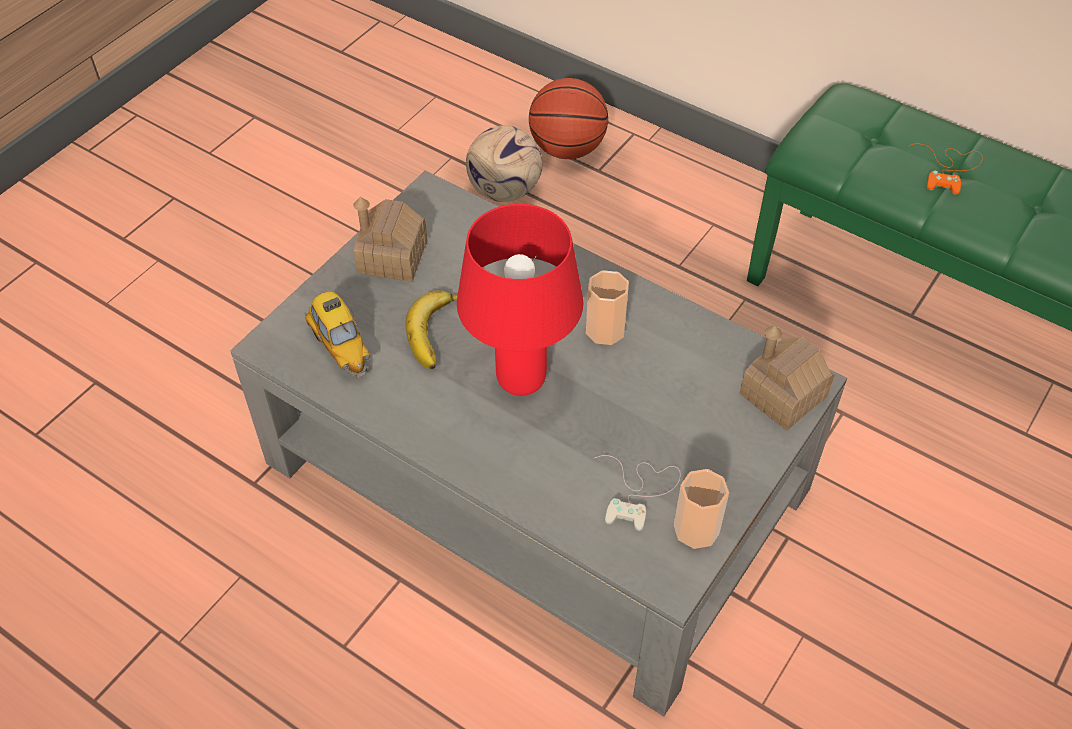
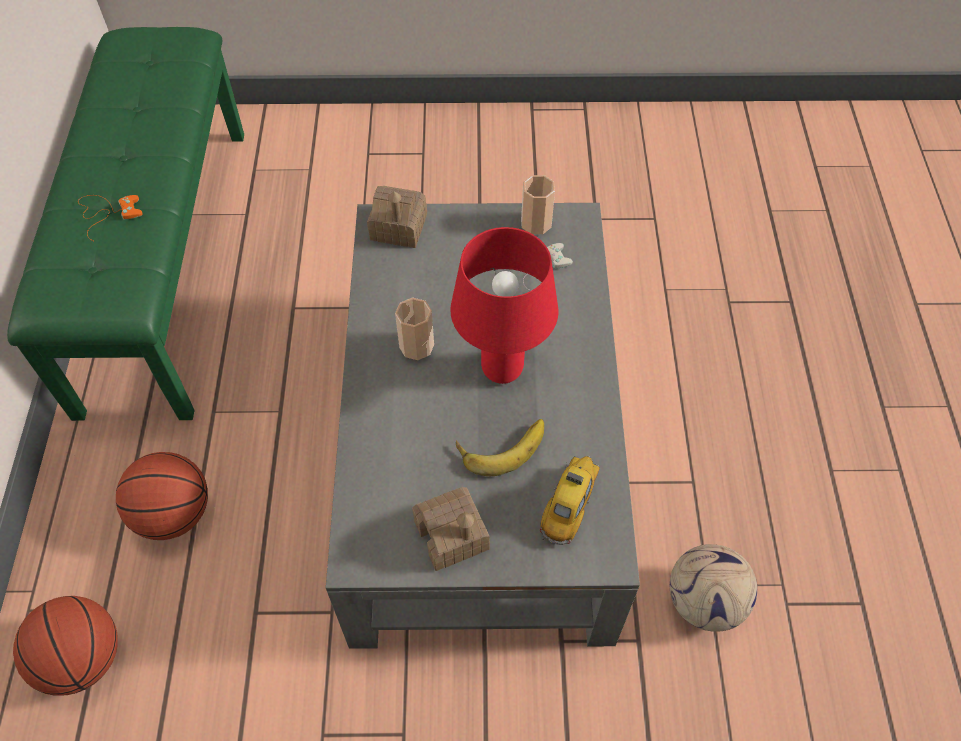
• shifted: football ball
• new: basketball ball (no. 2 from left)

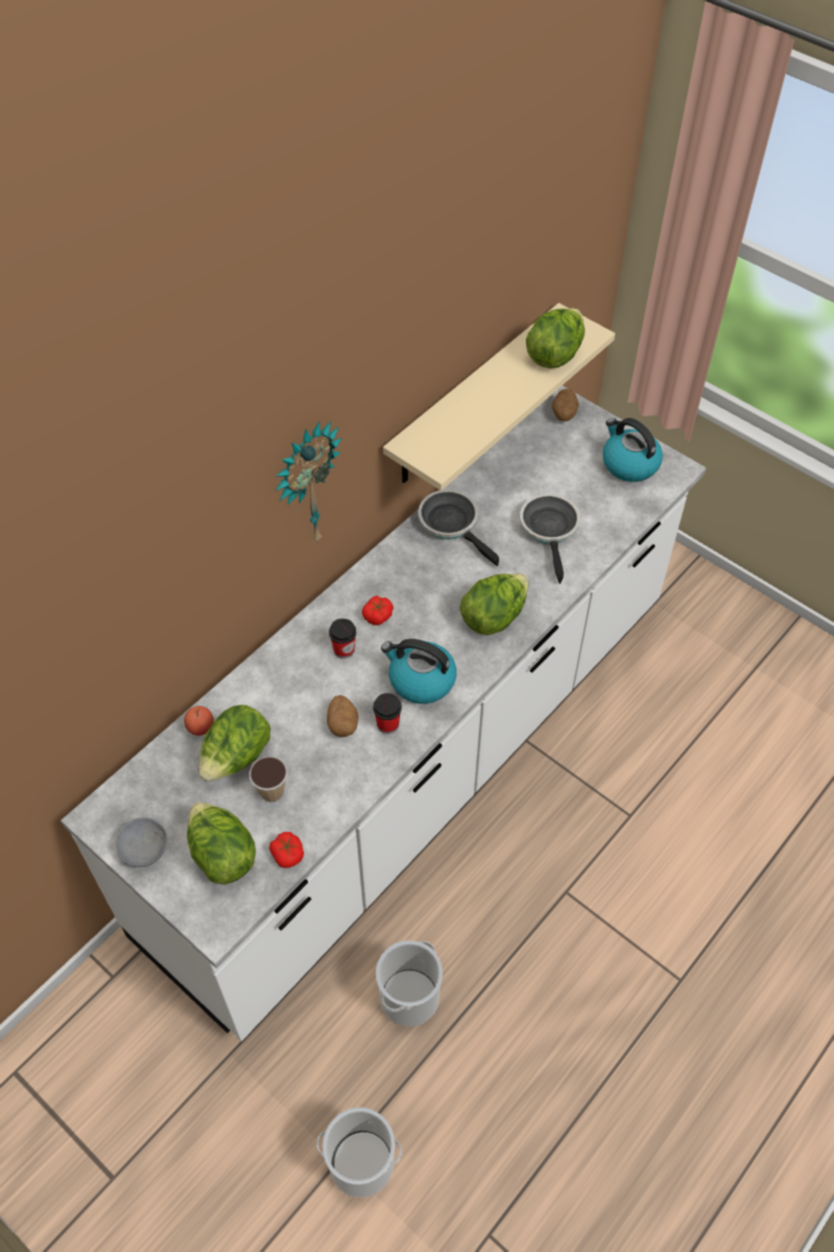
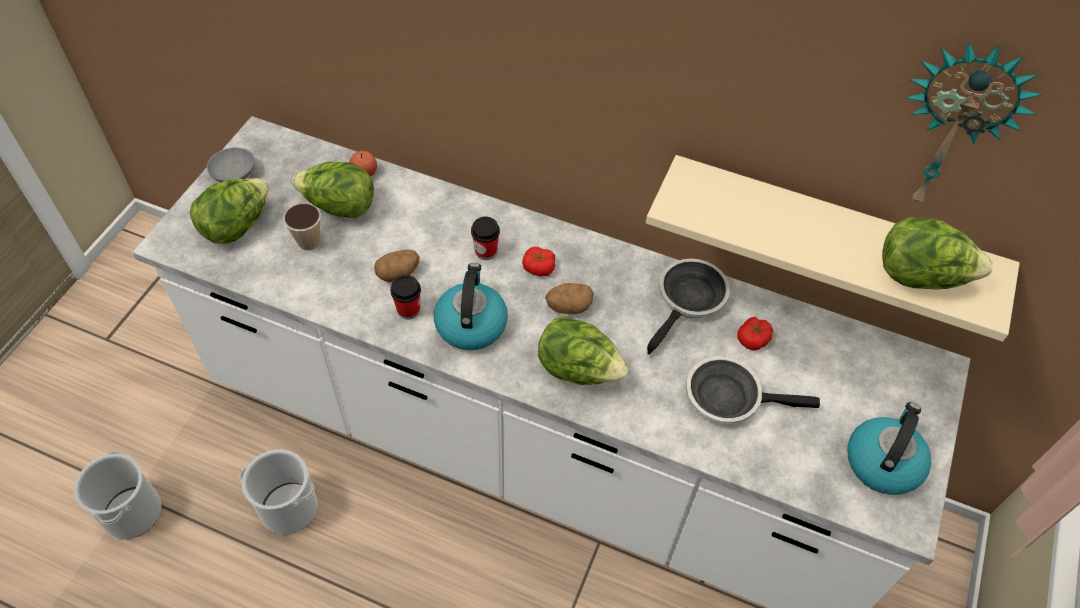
• shifted: spud (no. 2 from left)
• shifted: clock on the wall
• rotated: pan (no. 2 from left) 150 degrees counterclockwise
• shifted: fresh tomato (no. 1 from left in the first image) to fresh tomato (no. 2 from left)

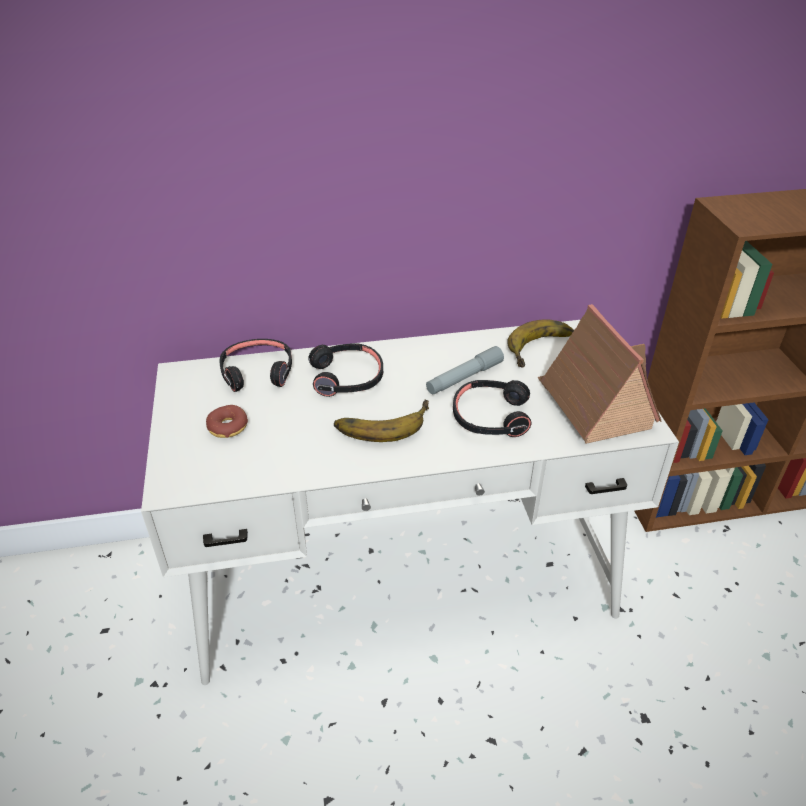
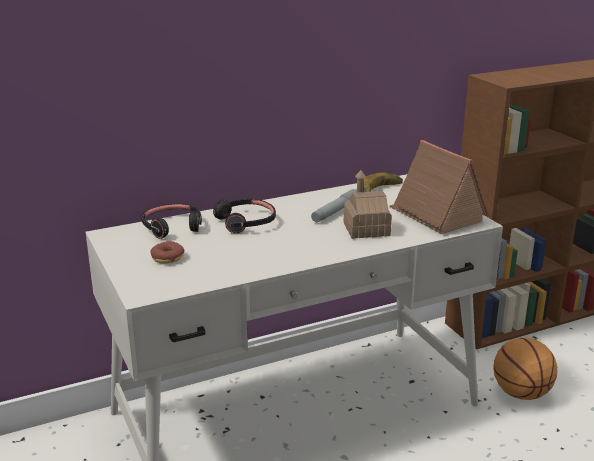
• swapped: blackish headset (no. 3 from left) to miniature house (no. 1 from left)
• gone: whole banana (no. 1 from left)
• new: basketball ball

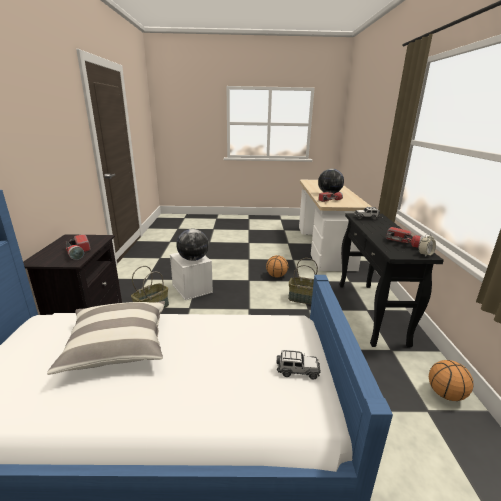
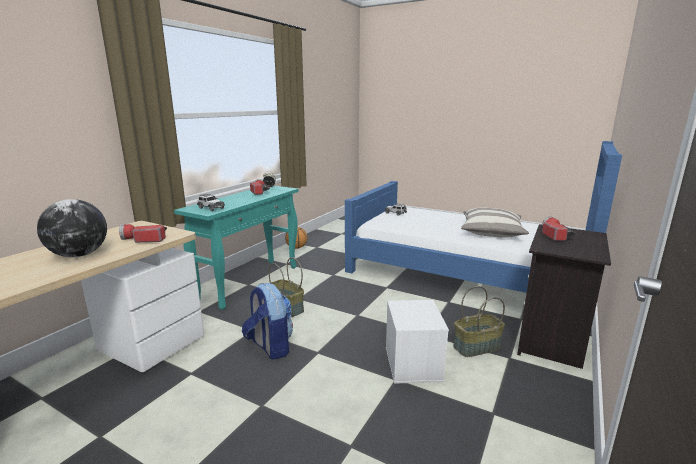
• repainted: blackish hall table to blue-green hall table
• gone: world globe (no. 1 from left)
• swapped: basketball ball (no. 1 from left) to knapsack

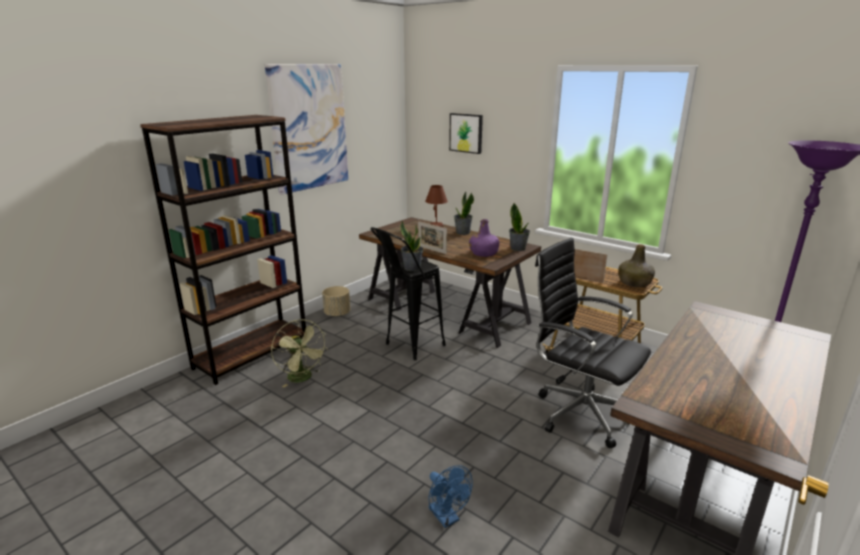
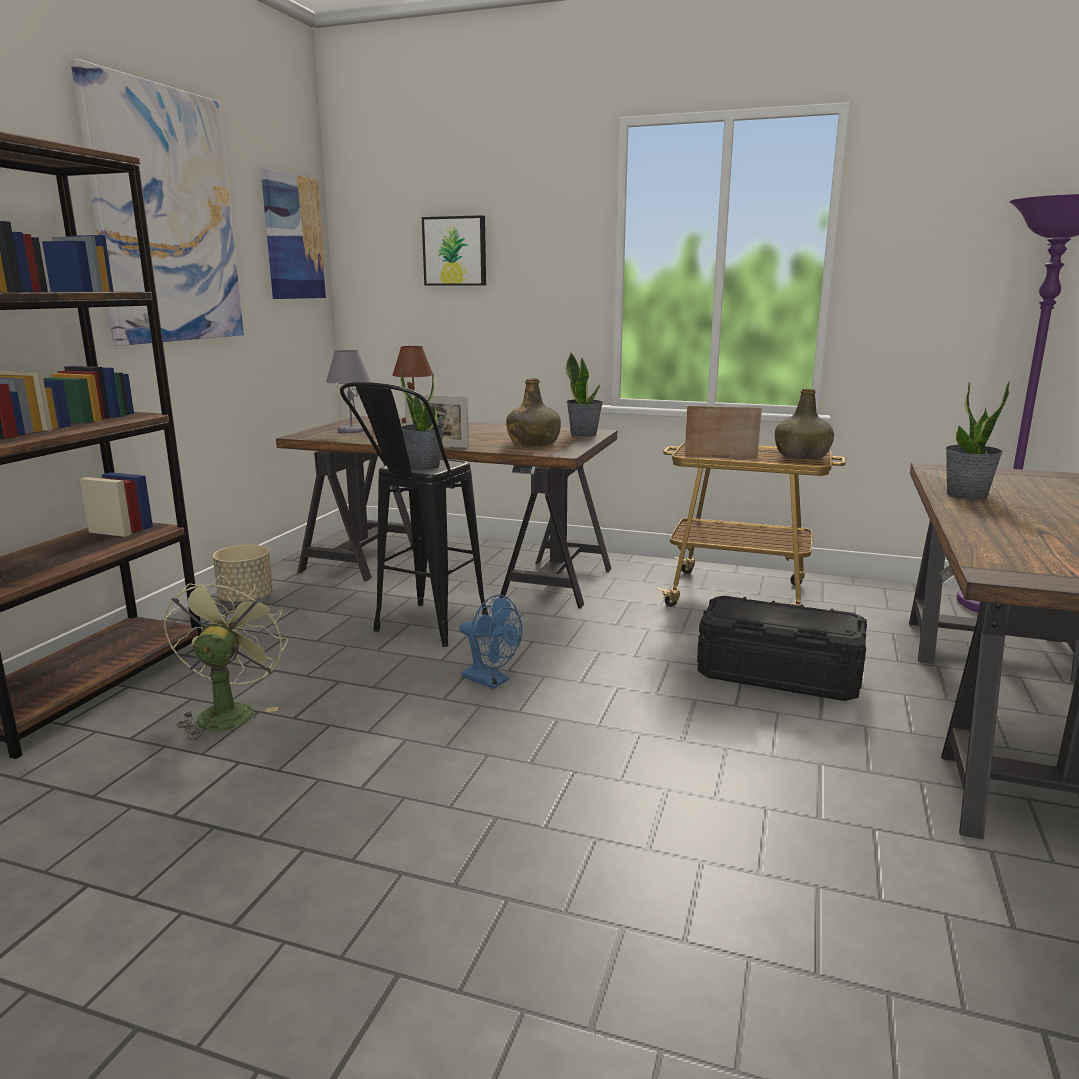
• shifted: houseplant (no. 2 from left in the first image) to houseplant (no. 3 from left)
• repainted: purple-coloured bottle to greenish bottle (no. 1 from left)
• swapped: blackish office chair to blackish storage bin
• rotated: greenish electric fan 120 degrees counterclockwise
• shifted: blue electric fan
• new: wall art (no. 2 from left)
• new: greyish tabletop lamp

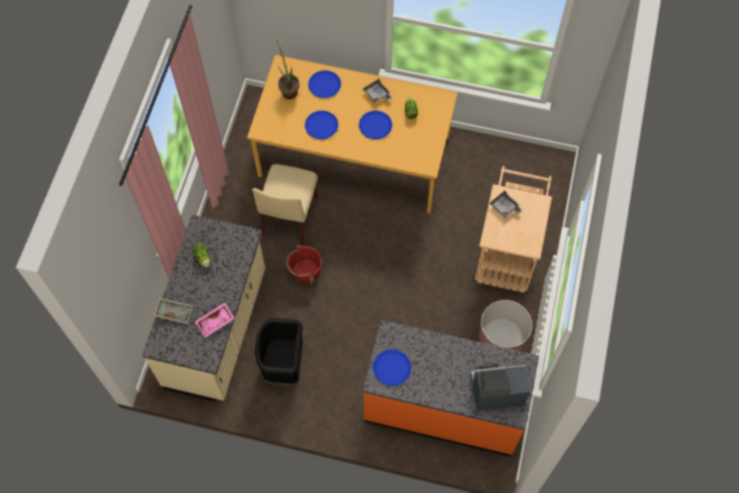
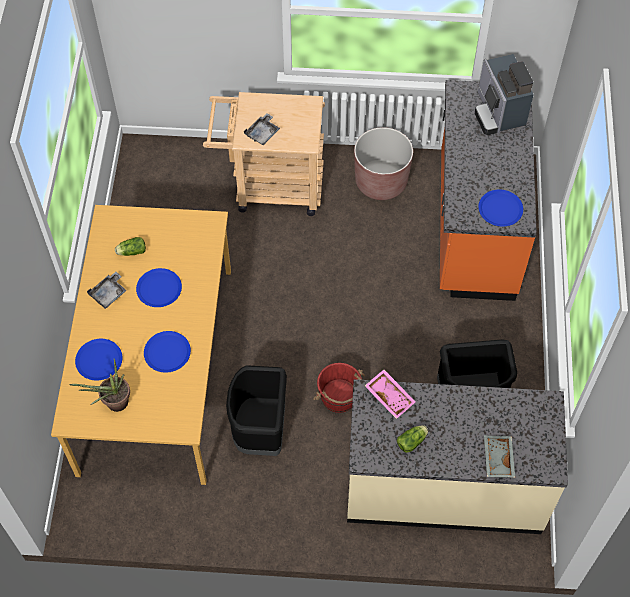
• swapped: beige-coloured upright chair to blackish waste bin (no. 1 from left)
• shifted: pink-coloured tray

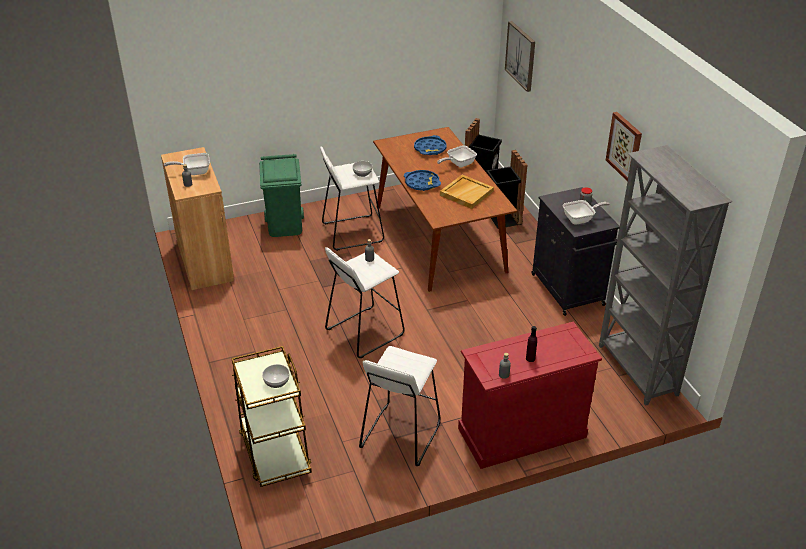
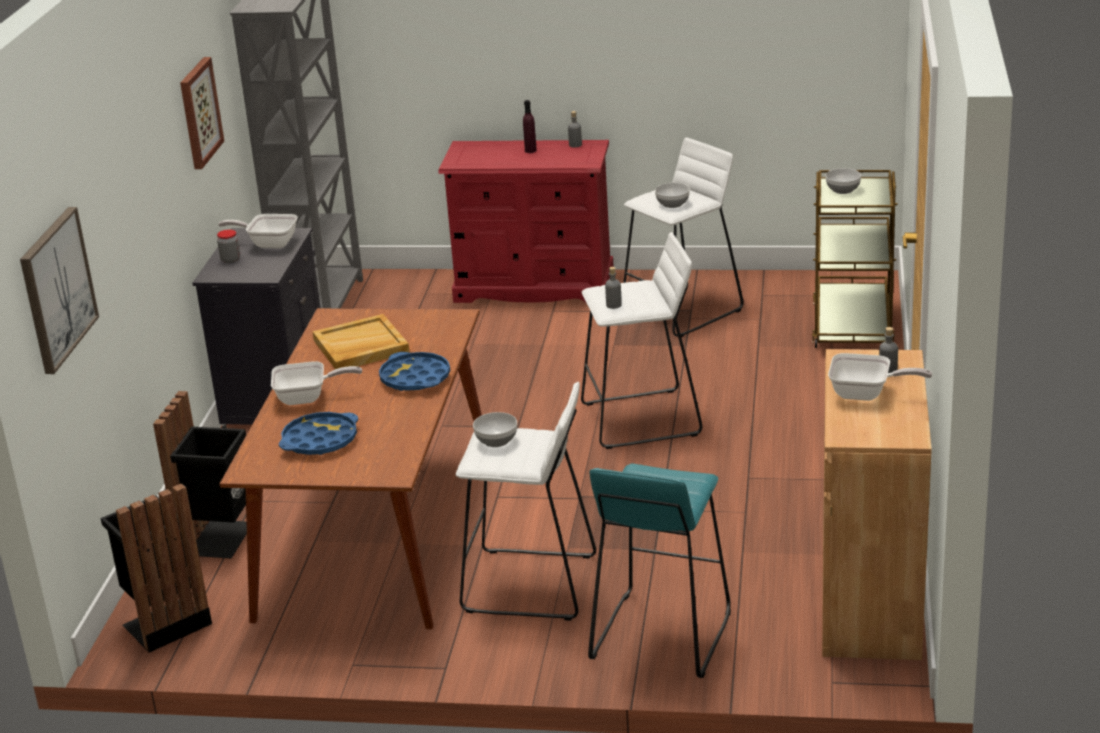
• swapped: greenish waste bin to blue-green sitting stool
• new: bowl (no. 2 from left)

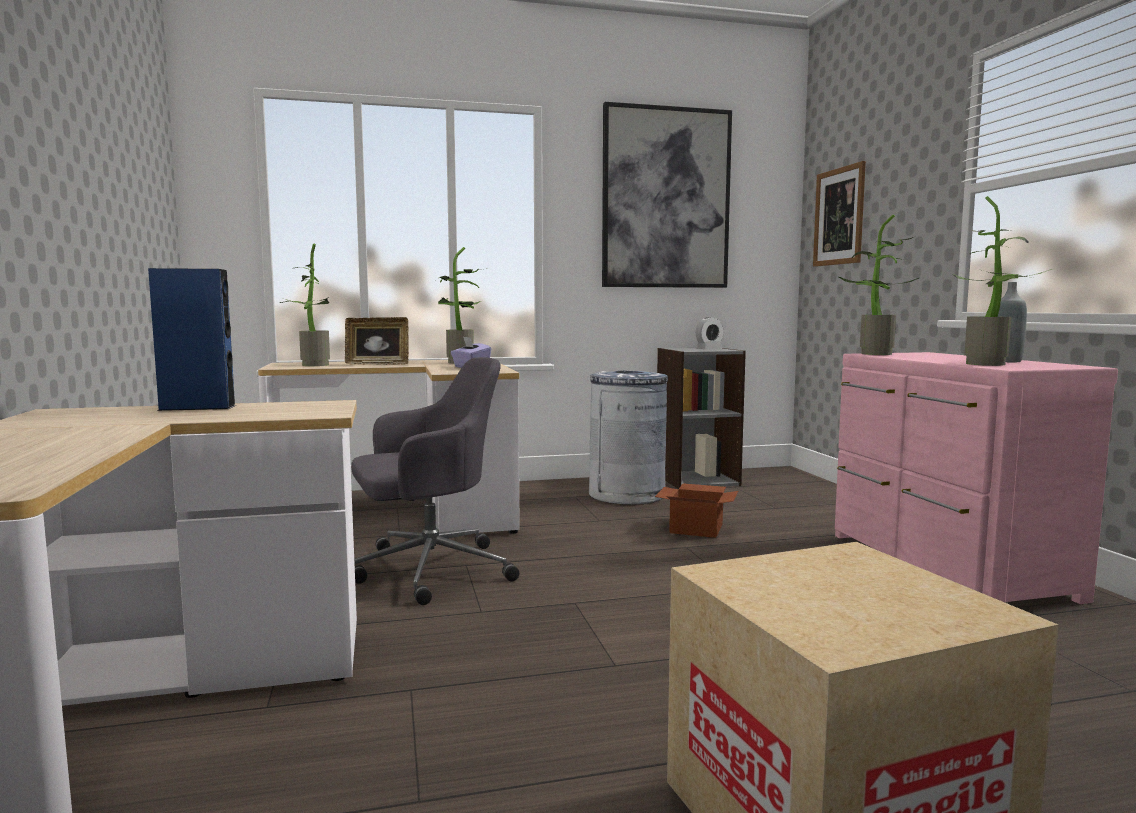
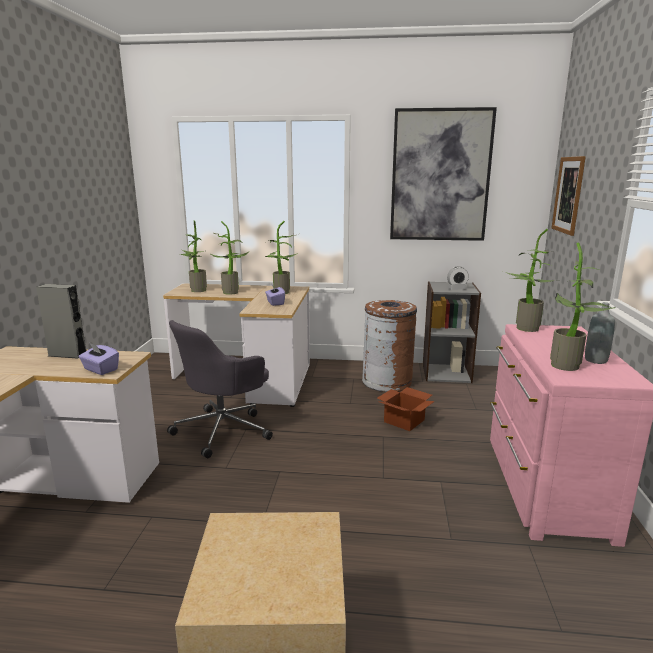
• repainted: blue speaker to greyish speaker
• swapped: standing frame to houseplant (no. 2 from left)
• rotated: greyish office chair 135 degrees clockwise
• repainted: greyish waste bin to brown waste bin
• new: purple-coloured tissue holder (no. 1 from left)

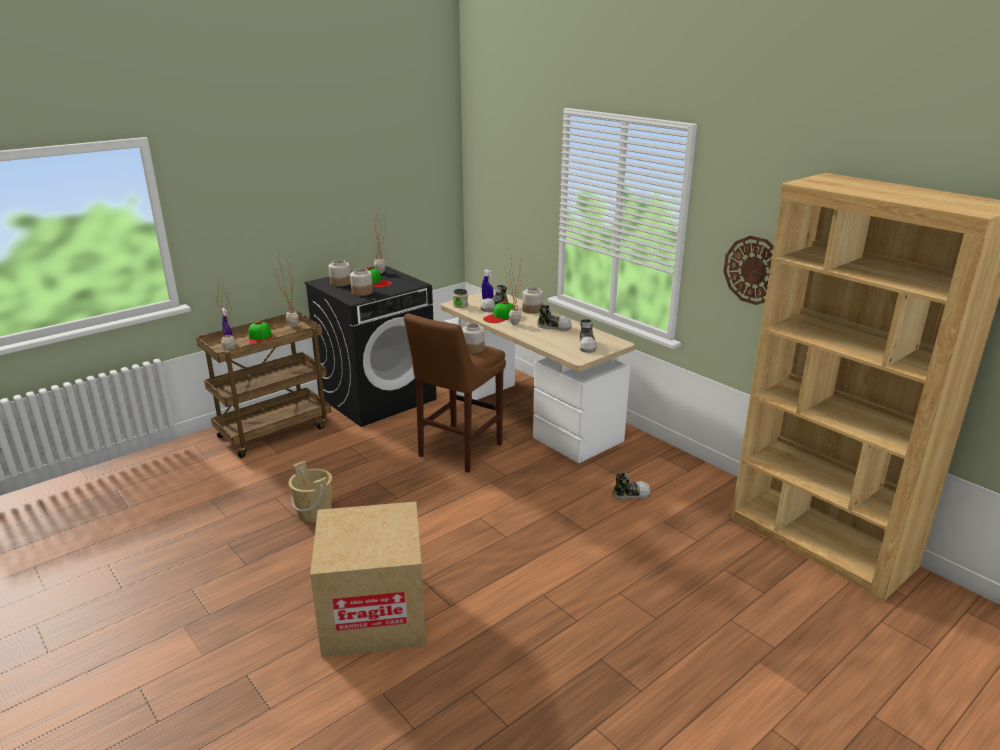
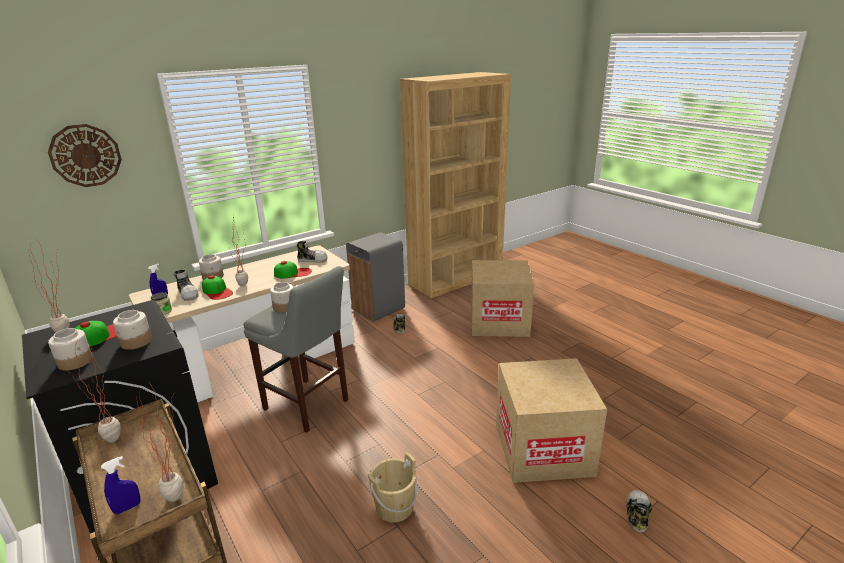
• shifted: clock on the wall
• shifted: low shoe (no. 2 from left in the first image) to low shoe (no. 4 from left)
• repainted: brown sitting stool to greyish sitting stool
• shifted: baseball cap (no. 1 from left in the first image) to baseball cap (no. 3 from left)
• new: greyish waste bin
• new: cardboard box (no. 1 from left)

